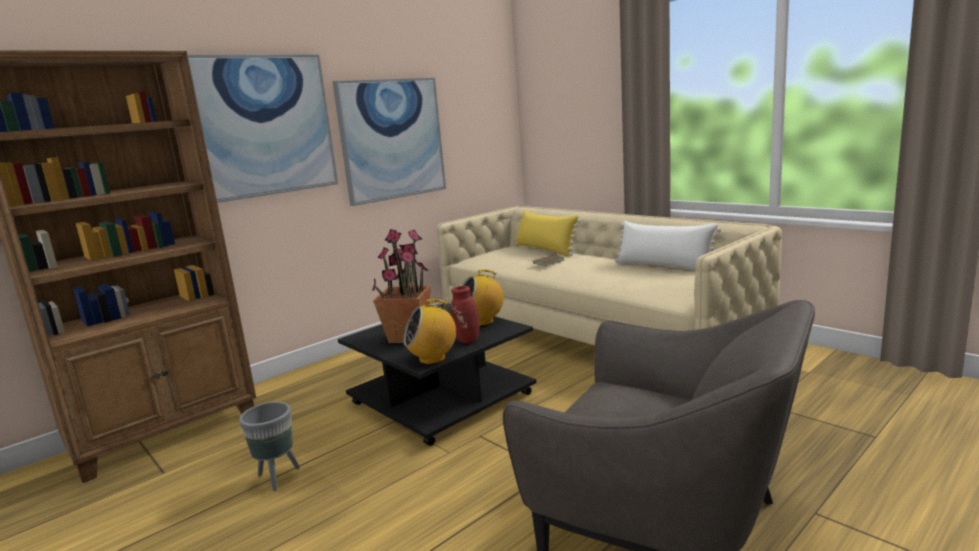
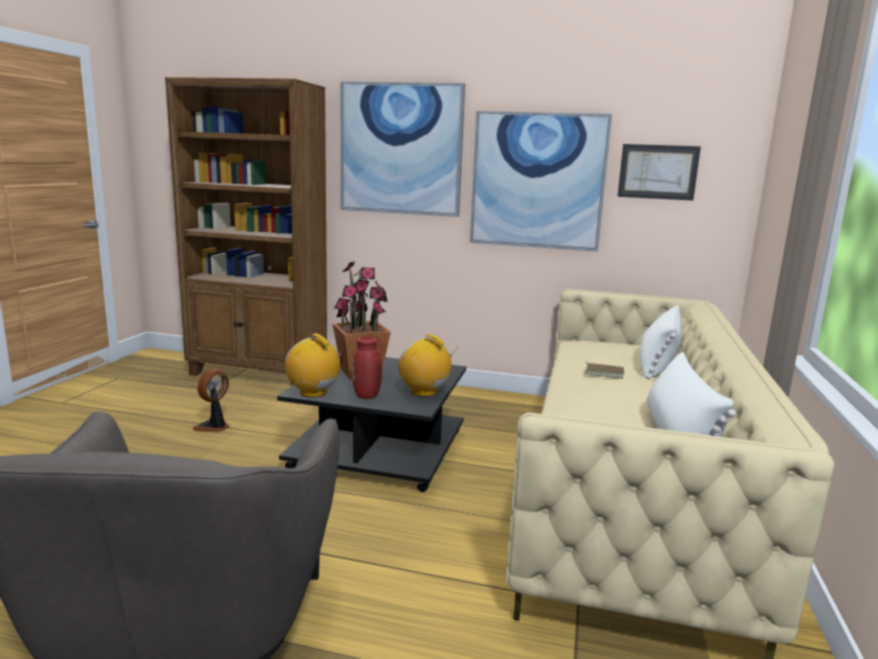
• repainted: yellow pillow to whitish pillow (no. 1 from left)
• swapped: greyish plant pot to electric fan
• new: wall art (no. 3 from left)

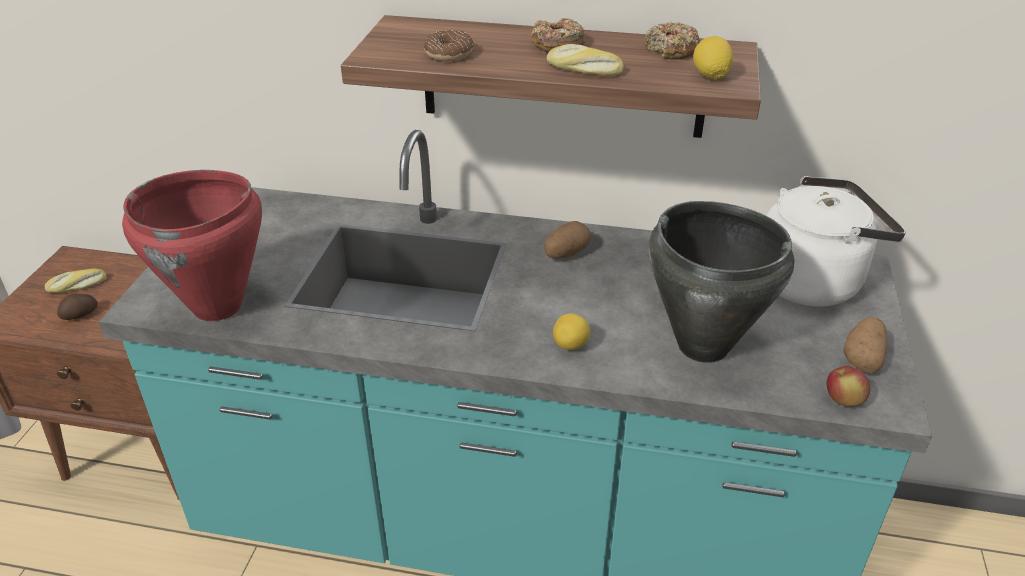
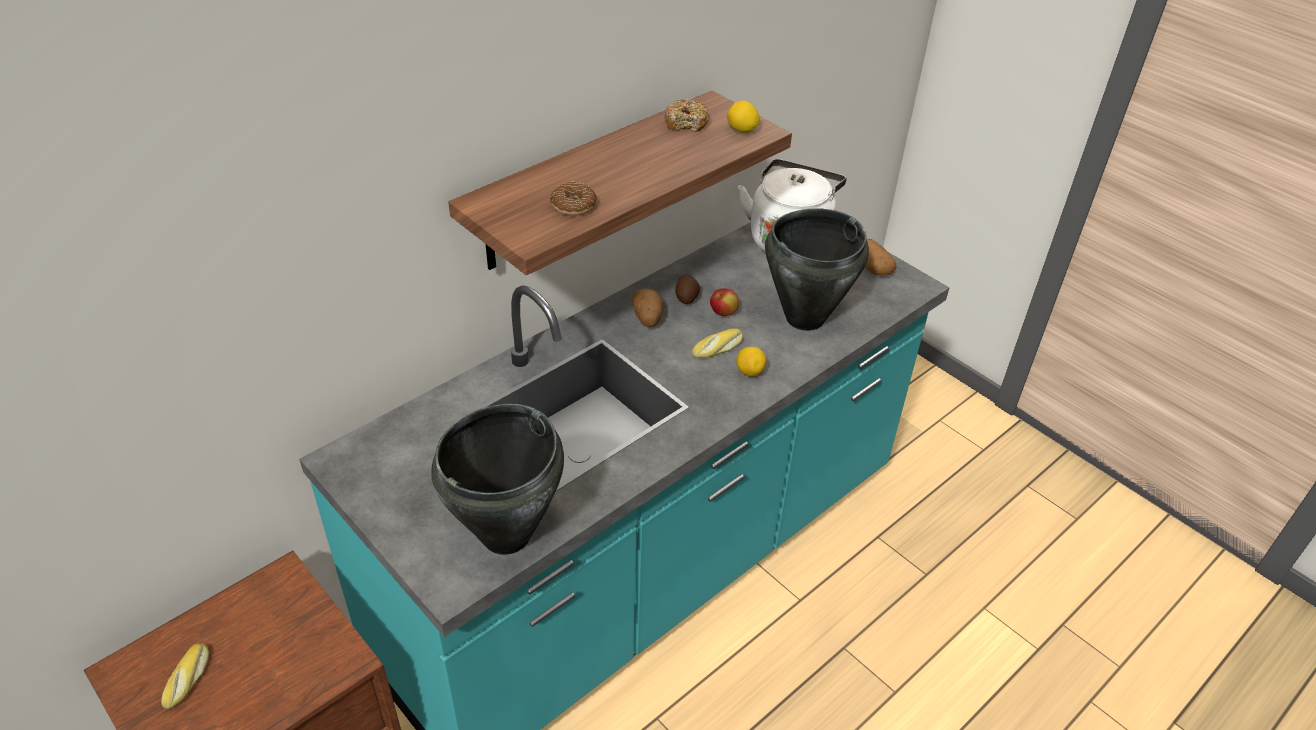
• gone: ring doughnut (no. 2 from left)
• shifted: bread (no. 2 from left)
• repainted: red stockpot to blackish stockpot (no. 1 from left)
• shifted: spud (no. 1 from left in the first image) to spud (no. 2 from left)
• shifted: apple

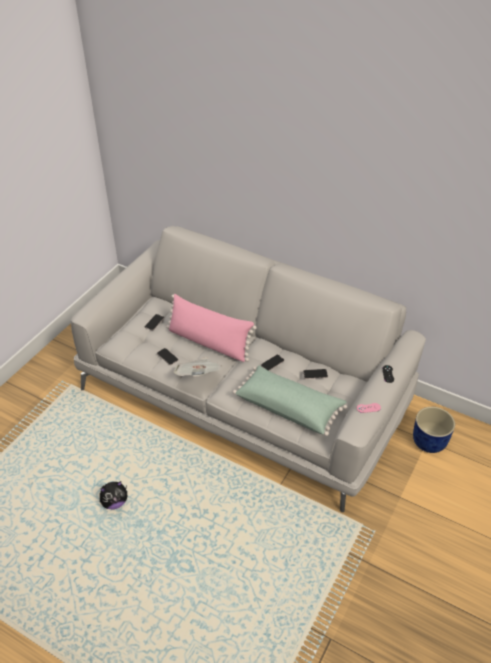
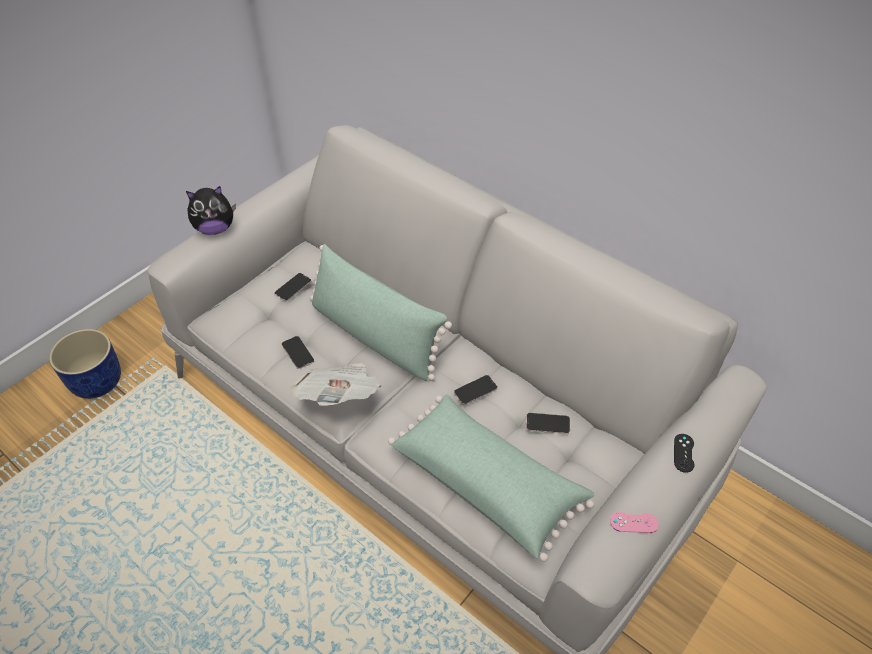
• repainted: pink-coloured pillow to greenish pillow (no. 1 from left)
• shifted: blue plant pot
• shifted: plush toy

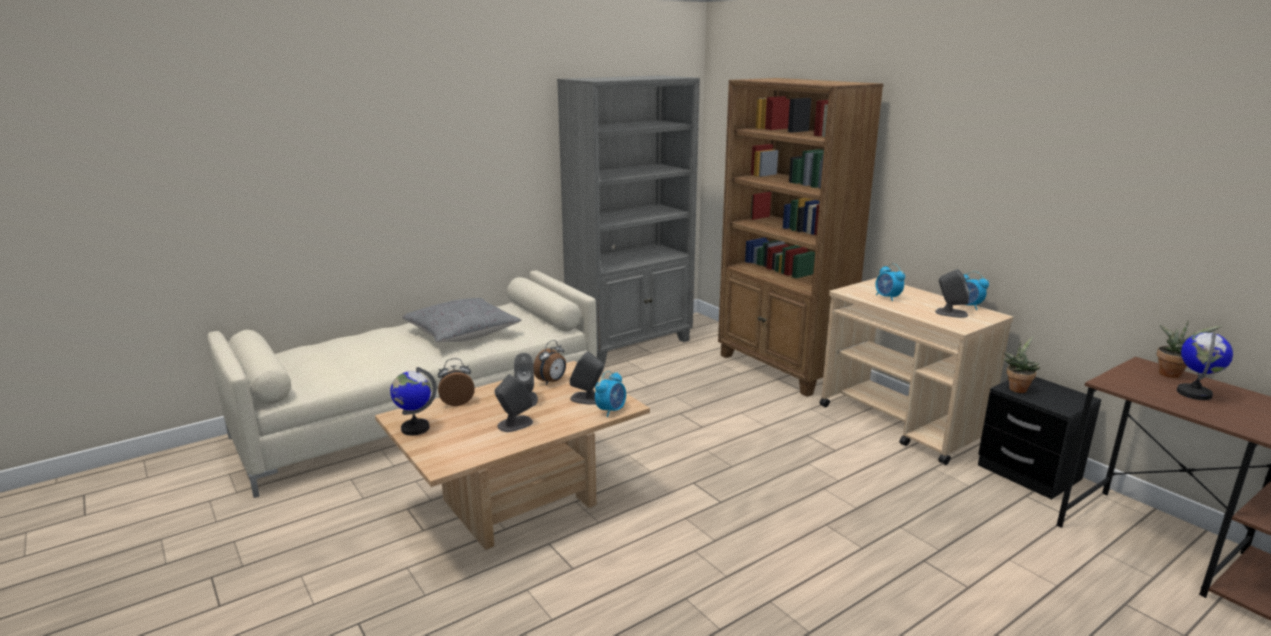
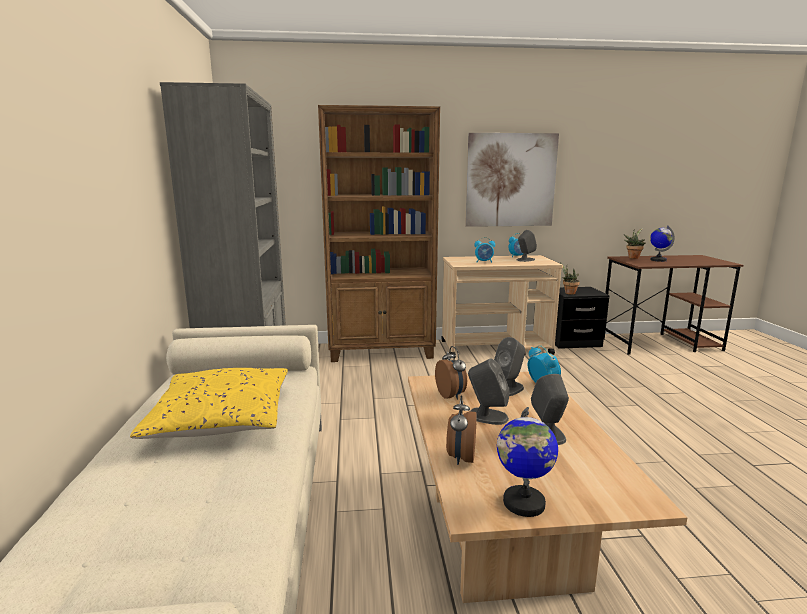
• repainted: greyish pillow to yellow pillow
• new: wall art

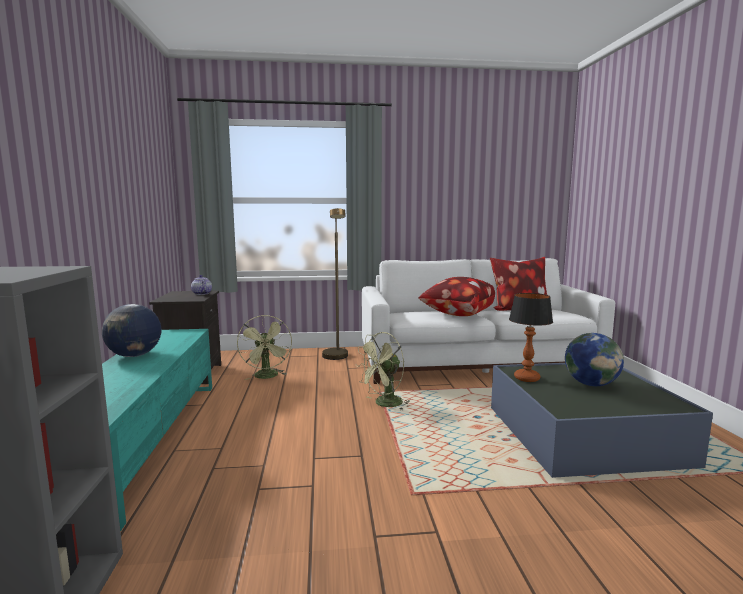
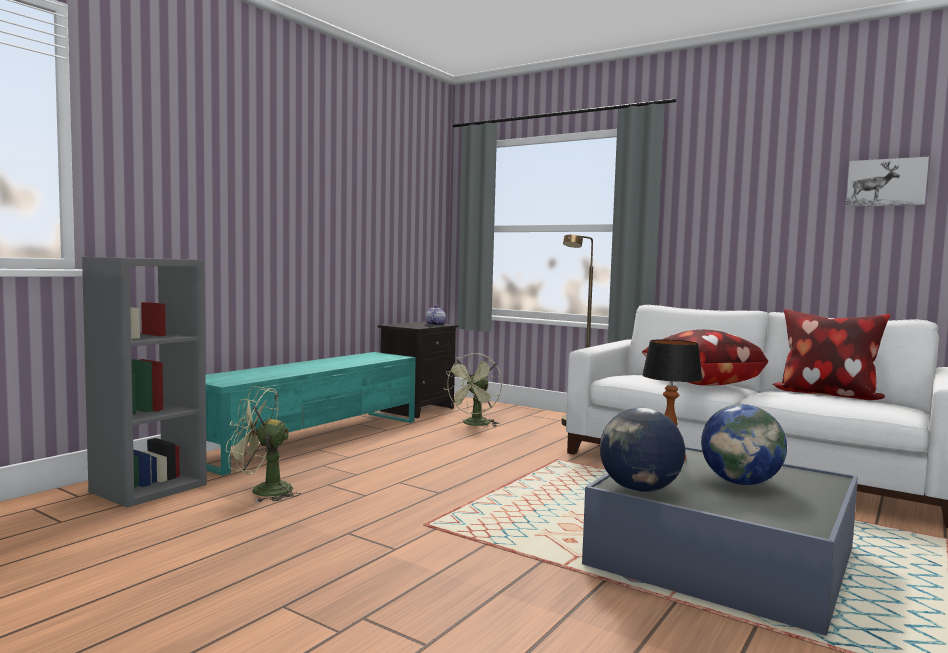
• shifted: world globe (no. 1 from left)
• shifted: greenish electric fan (no. 2 from left in the first image) to greenish electric fan (no. 1 from left)
• new: wall art

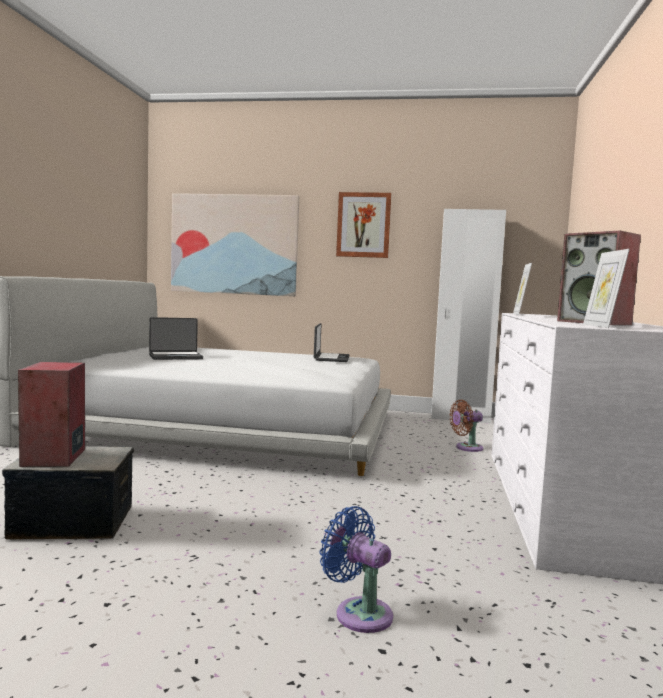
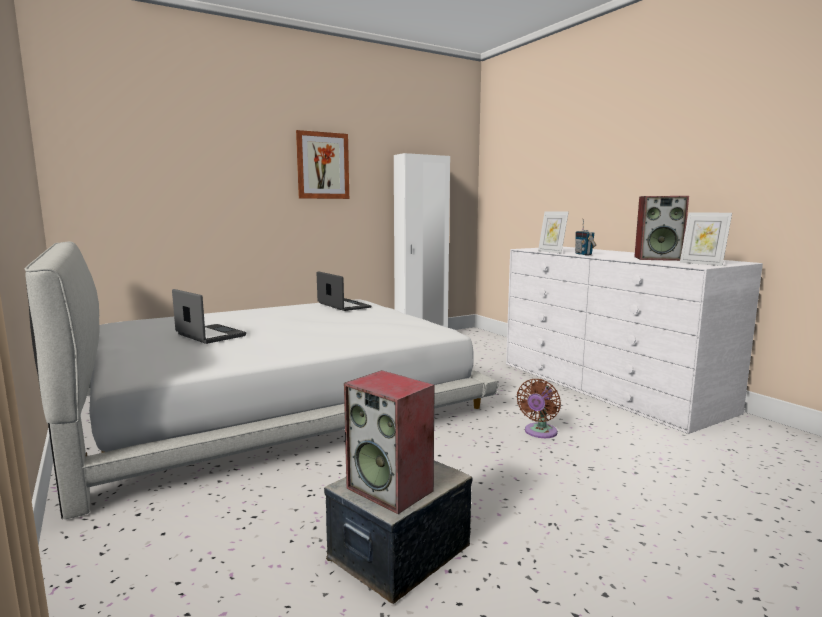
• gone: wall art (no. 1 from left)
• rotated: laptop (no. 1 from left) 75 degrees counterclockwise
• shifted: brown electric fan
• gone: blue electric fan
• new: radio set

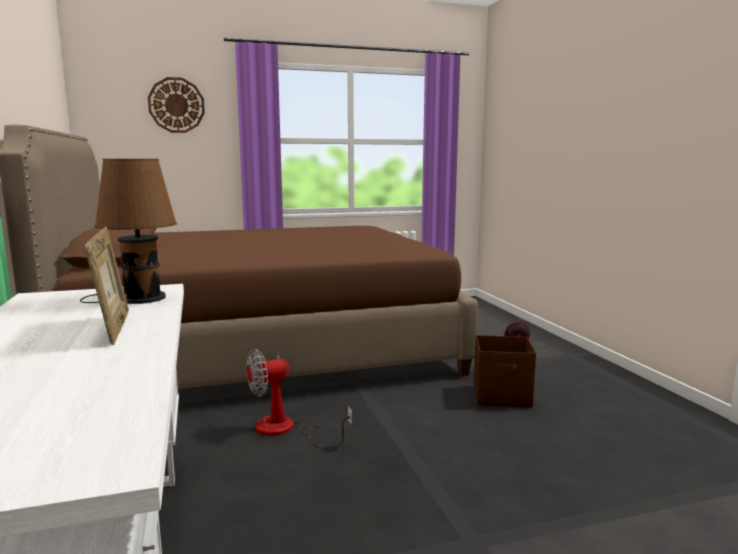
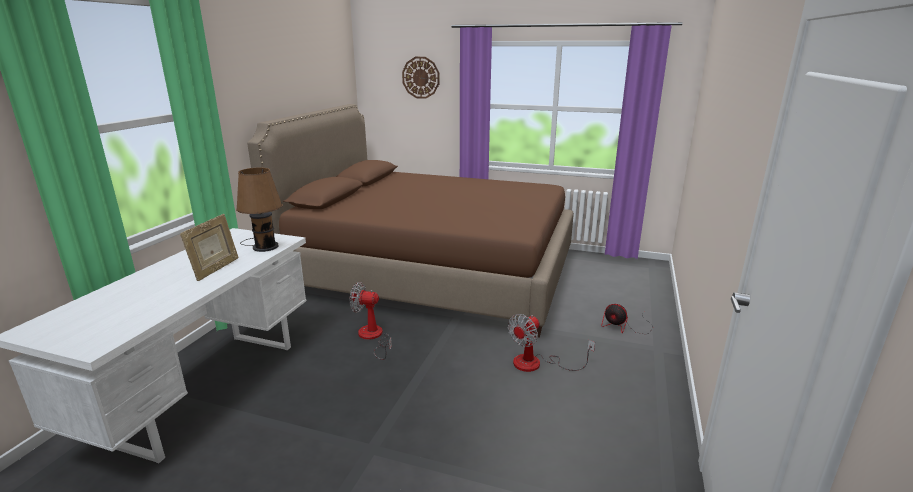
• swapped: brown storage bin to electric fan (no. 2 from left)

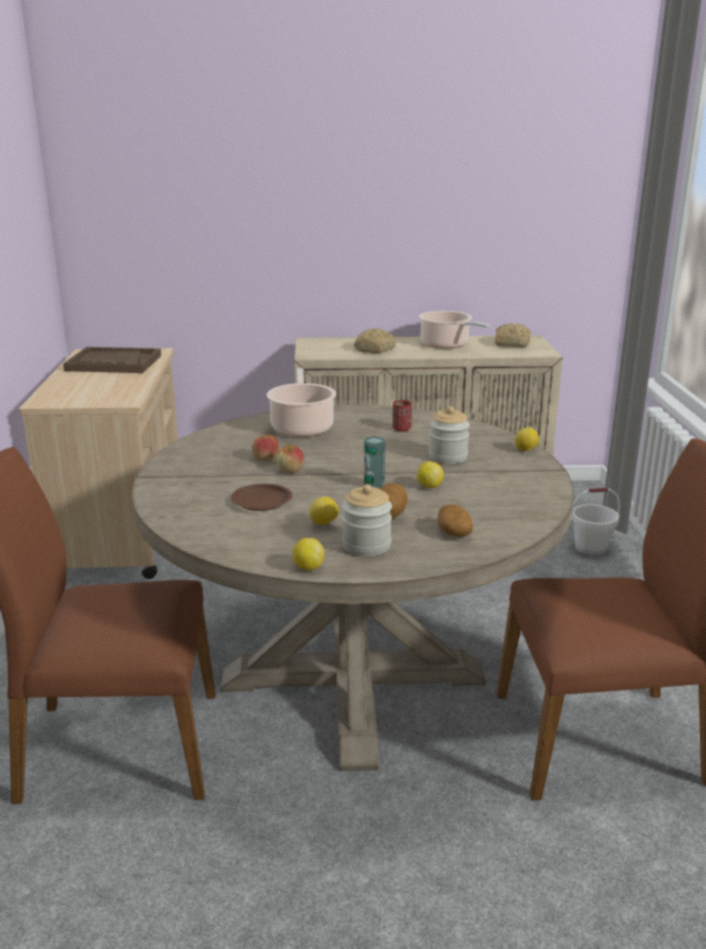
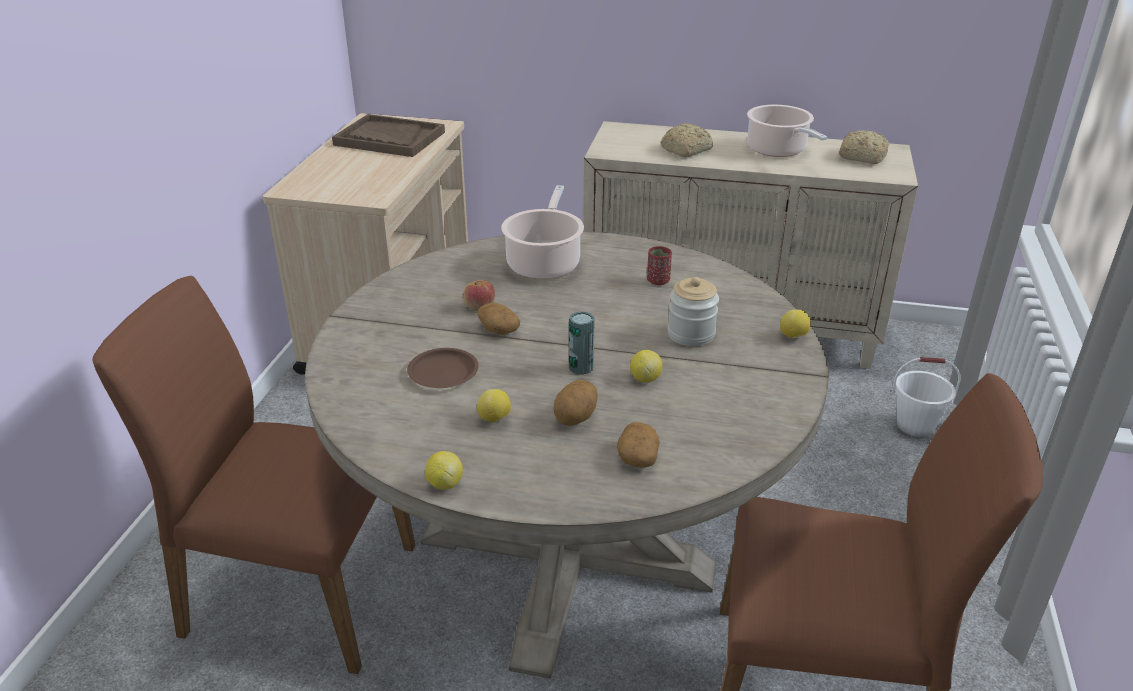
• swapped: apple (no. 2 from left) to spud (no. 1 from left)
• gone: storage jar (no. 1 from left)

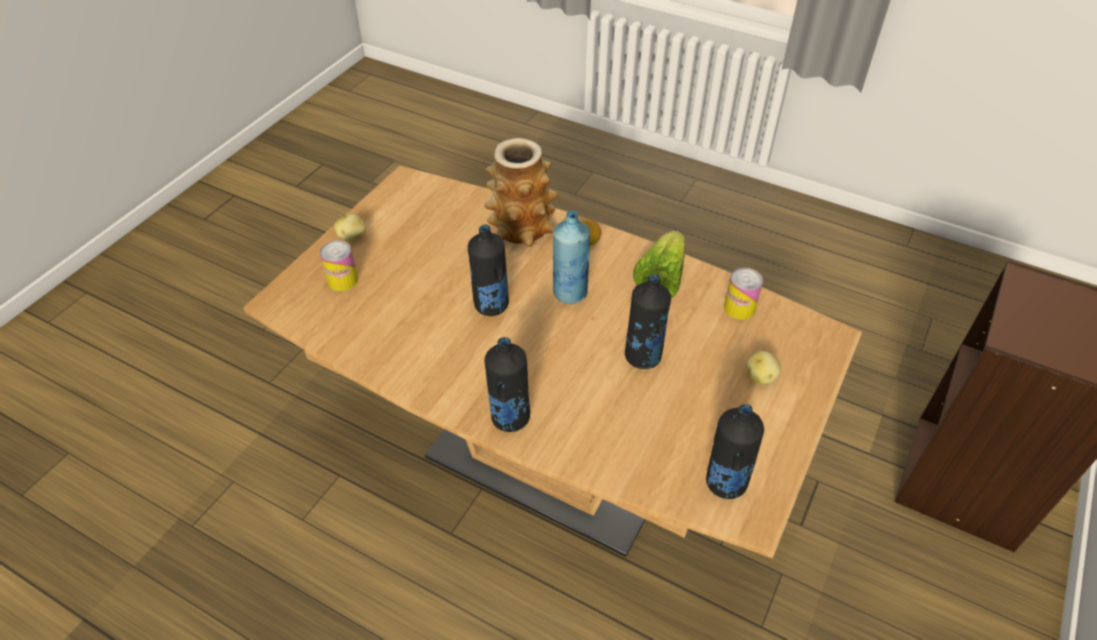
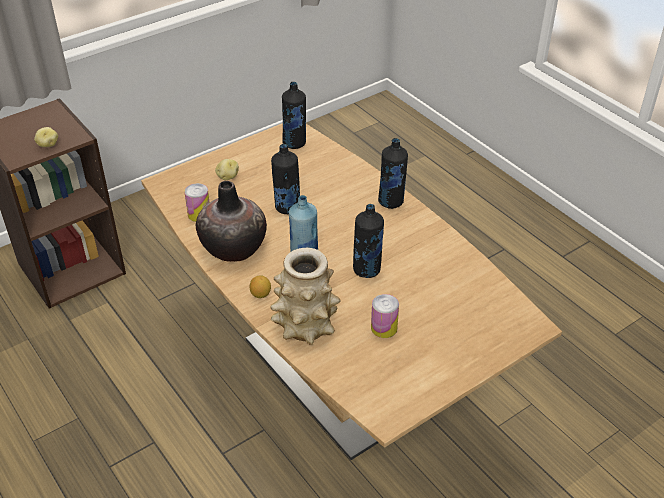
• shifted: spud (no. 1 from left)
• swapped: lettuce to vase (no. 1 from left)
• shifted: sealed can (no. 1 from left in the first image) to sealed can (no. 2 from left)

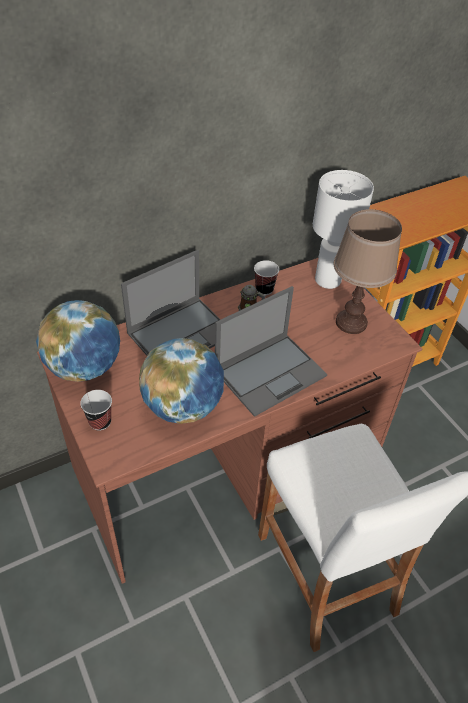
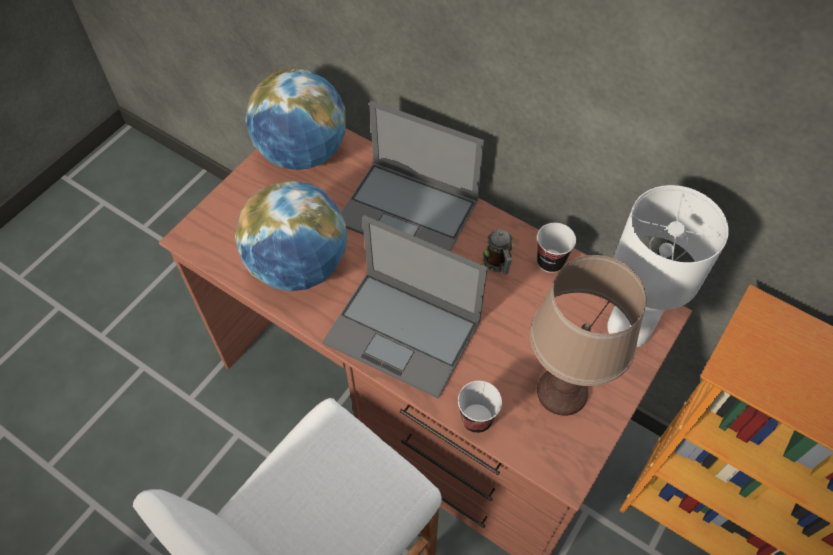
• shifted: cup (no. 1 from left)

